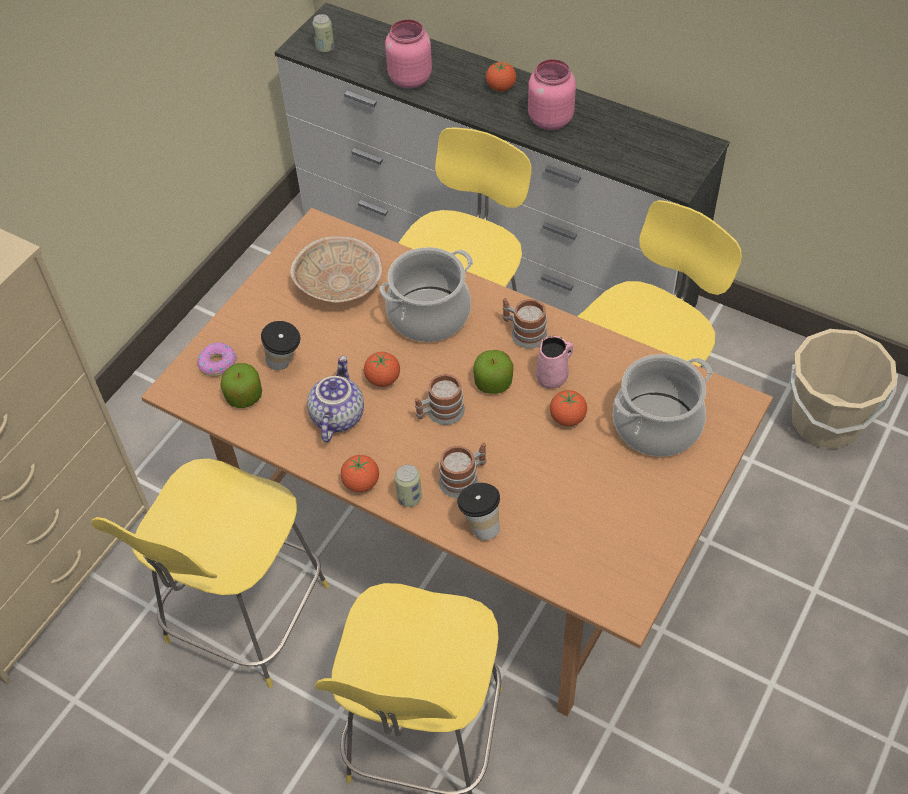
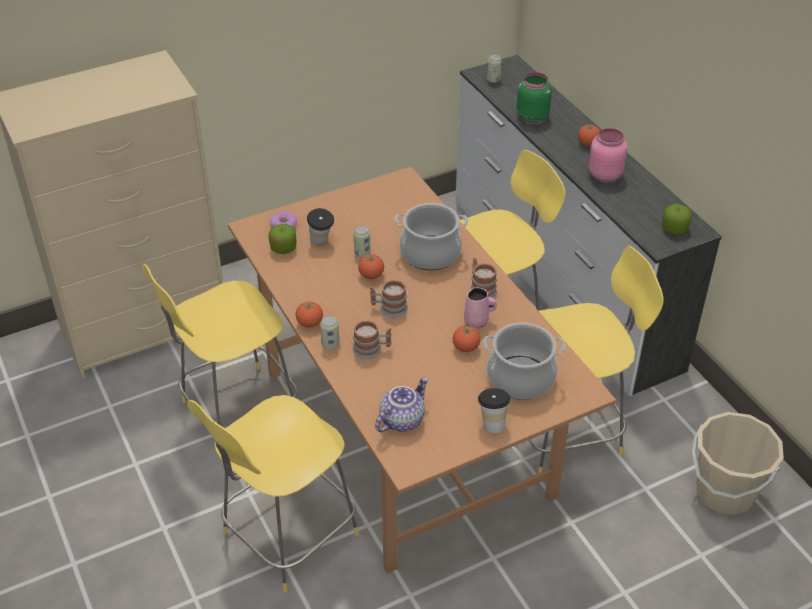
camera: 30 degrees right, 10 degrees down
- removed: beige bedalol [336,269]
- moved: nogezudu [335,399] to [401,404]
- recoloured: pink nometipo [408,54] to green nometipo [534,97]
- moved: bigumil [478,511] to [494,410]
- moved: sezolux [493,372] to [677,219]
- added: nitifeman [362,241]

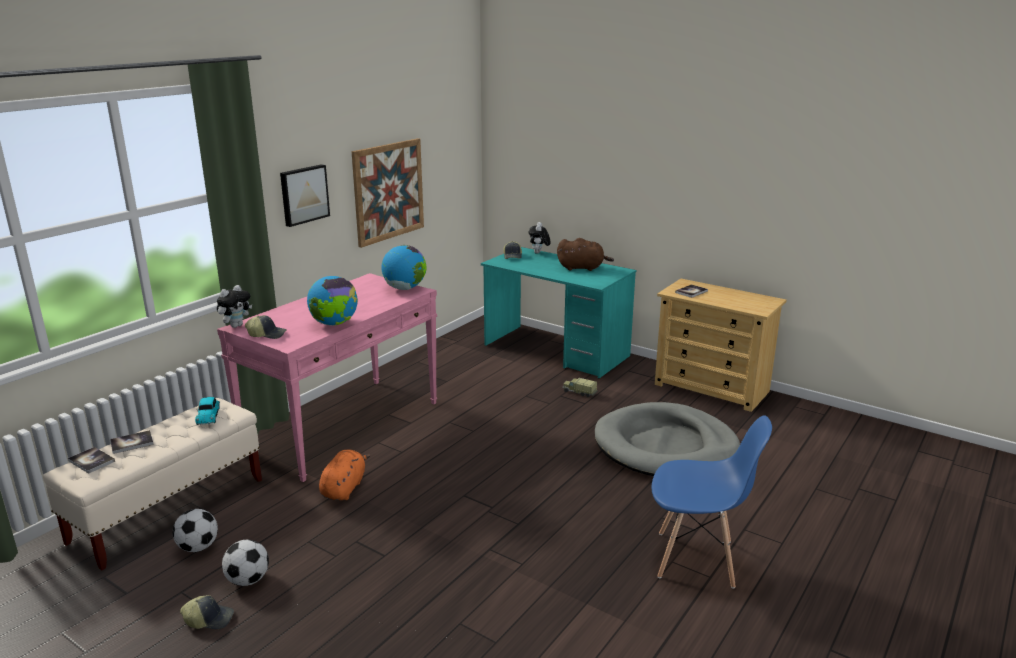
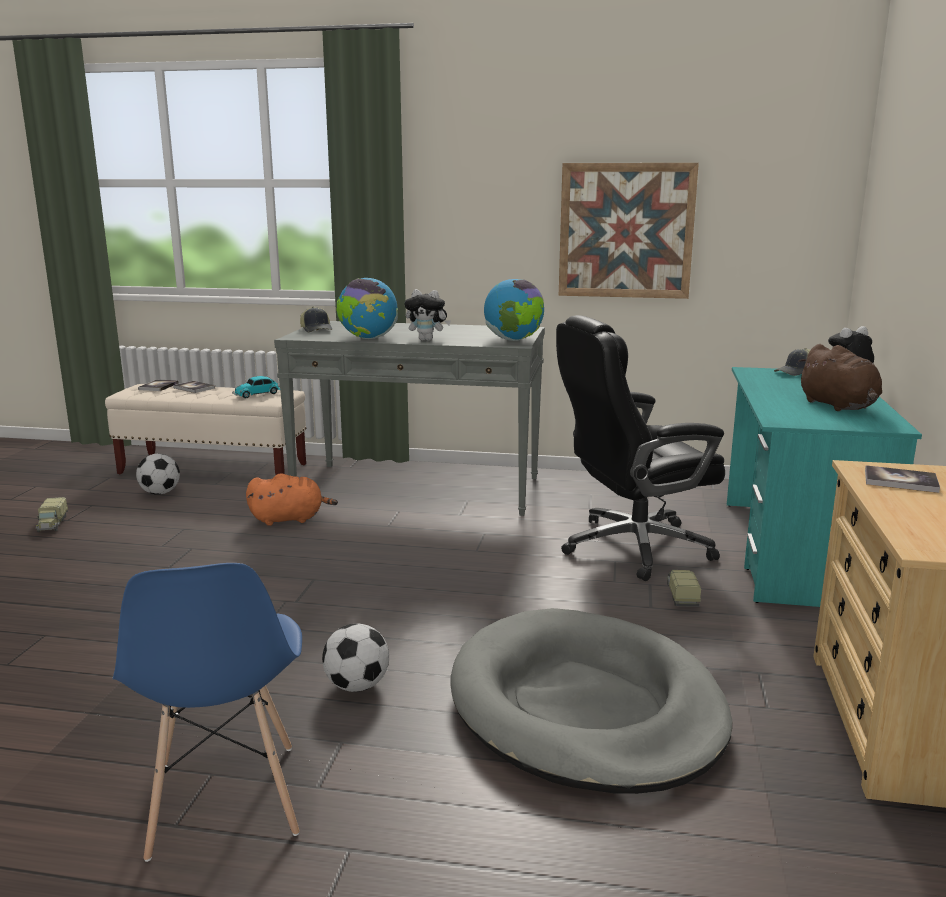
camera: 65 degrees right, 5 degrees down
- replaced: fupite [207,612] to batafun [52,514]
- recoloured: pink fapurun [327,377] to grey fapurun [409,418]
- moved: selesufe [234,306] to [427,315]
- moved: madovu [245,562] to [355,657]
- removed: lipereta [305,195]
- added: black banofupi [640,448]

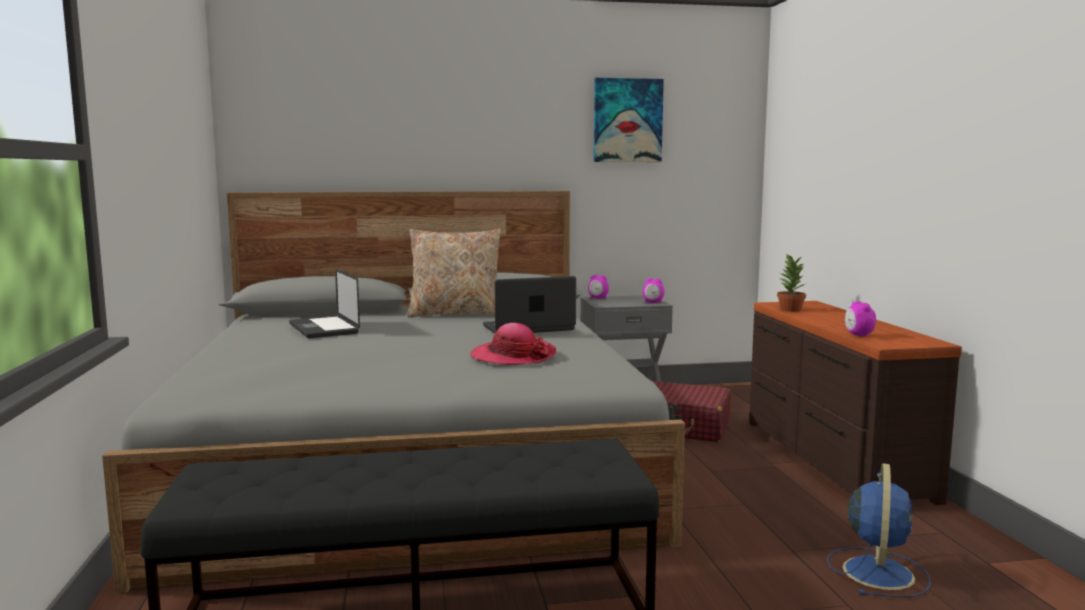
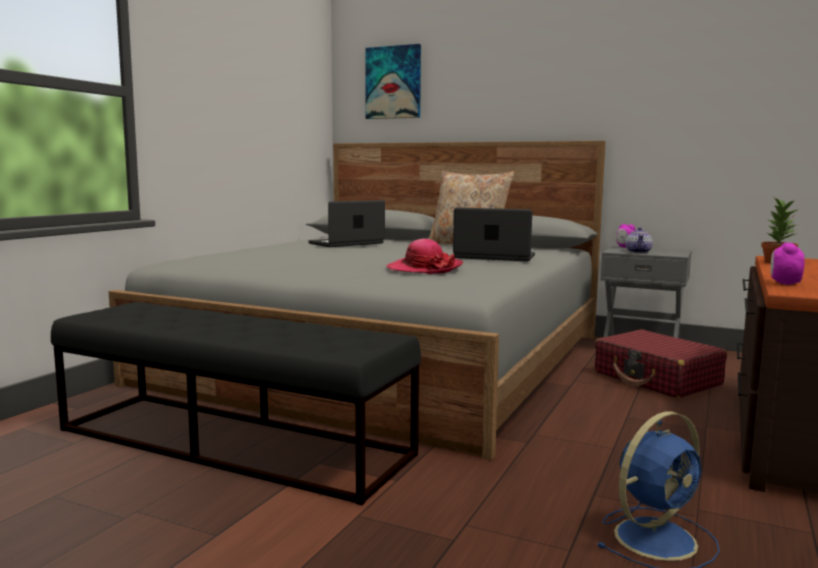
camera: 35 degrees right, 0 degrees up
- turned: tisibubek [324,303] = [346,223] 45 degrees clockwise
- moved: lipereta [629,120] to [393,81]
- removed: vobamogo [653,290]
- added: nogezudu [639,240]

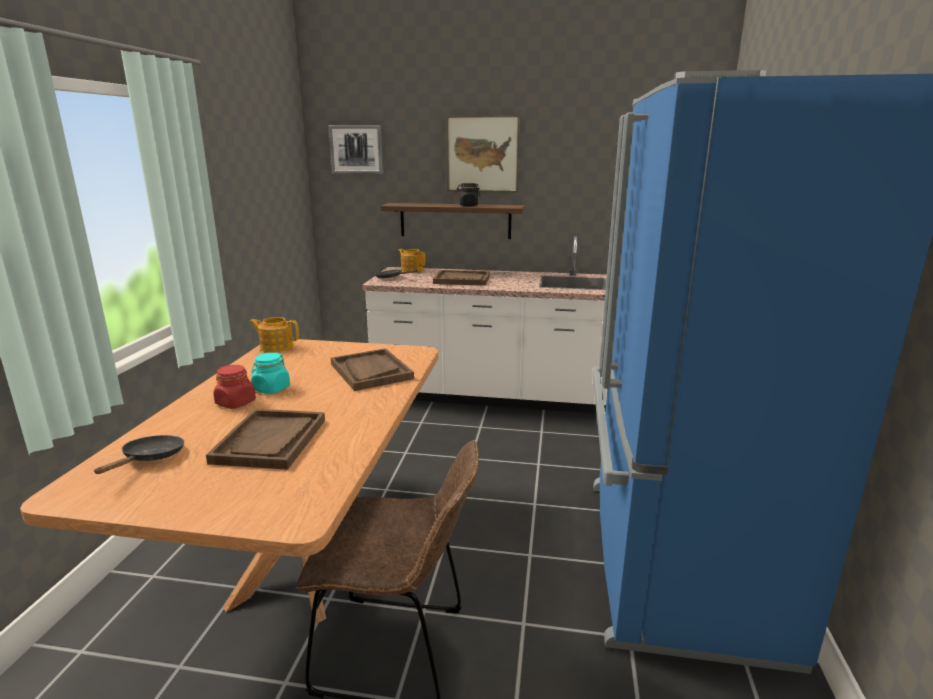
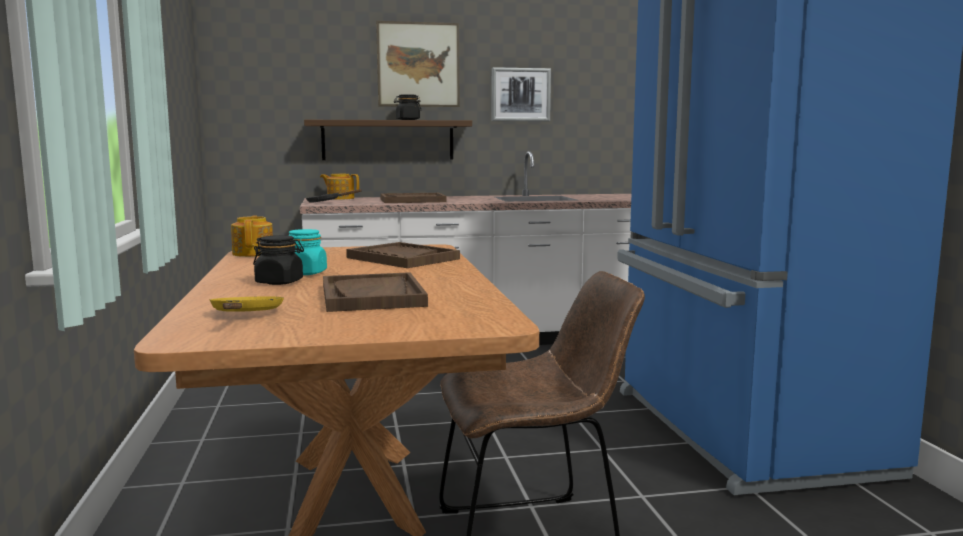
camera: 20 degrees left, 10 degrees down
- recoloured: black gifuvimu [139,454] to yellow gifuvimu [246,304]
- recoloured: red nometipo [234,387] to black nometipo [278,260]
- turned: nogezudu [274,335] = [252,236] 90 degrees clockwise
- moved: lipereta [355,149] to [521,94]

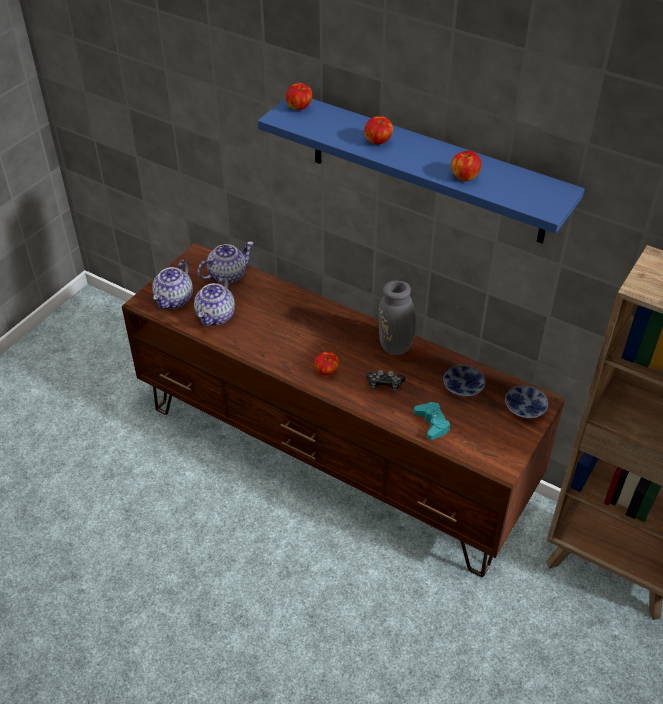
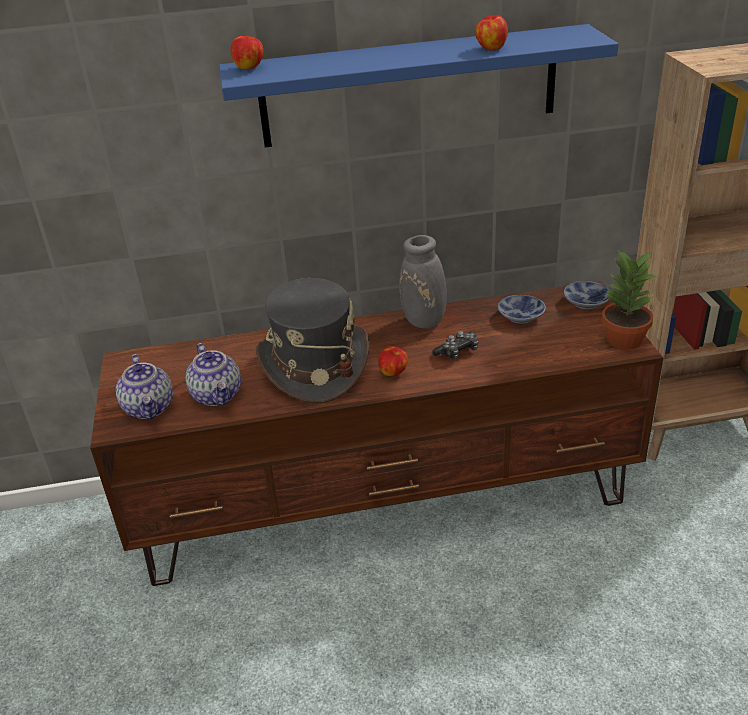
camera: 40 degrees left, 10 degrees down
- removed: nogezudu [225,263]
- removed: sezolux [378,130]
- removed: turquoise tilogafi [432,421]
- added: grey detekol [312,340]
- added: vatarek [629,300]

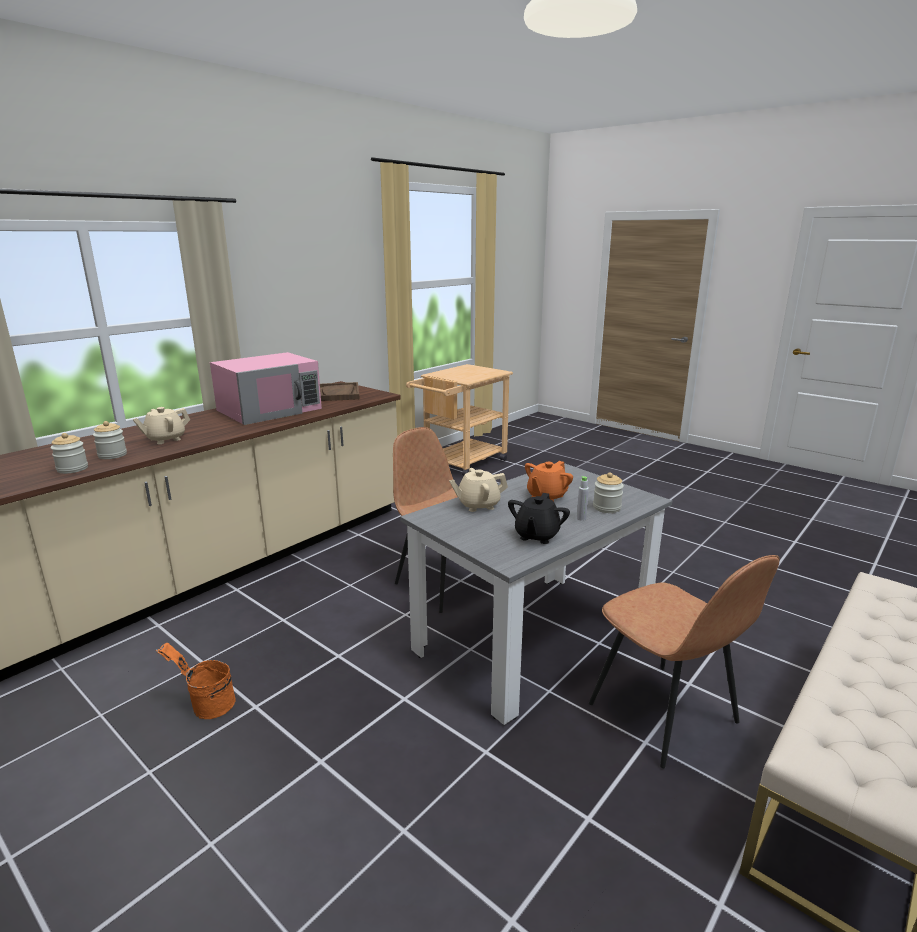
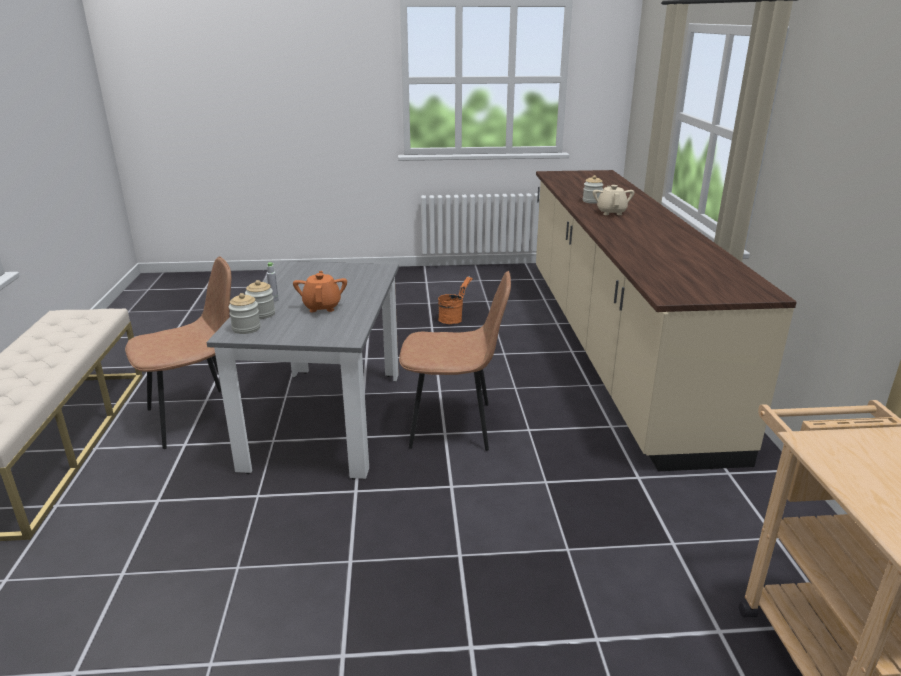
camera: 135 degrees right, 5 degrees up
- moved: nometipo [69,453] to [245,313]
- removed: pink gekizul [266,388]
- removed: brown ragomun [340,391]
- removed: beige nogezudu [478,490]
- removed: black nogezudu [539,518]
- turned: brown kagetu [684,661] = [178,352] 135 degrees clockwise

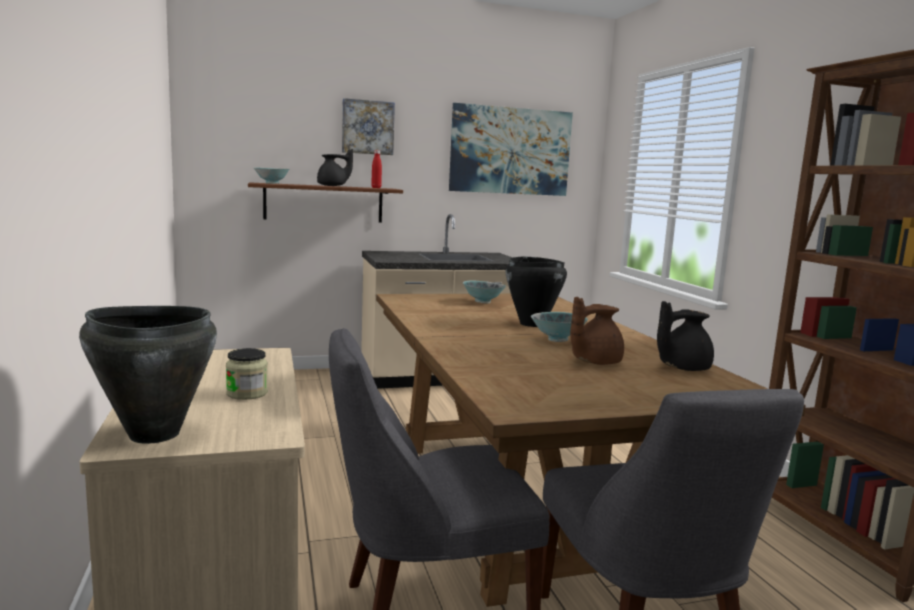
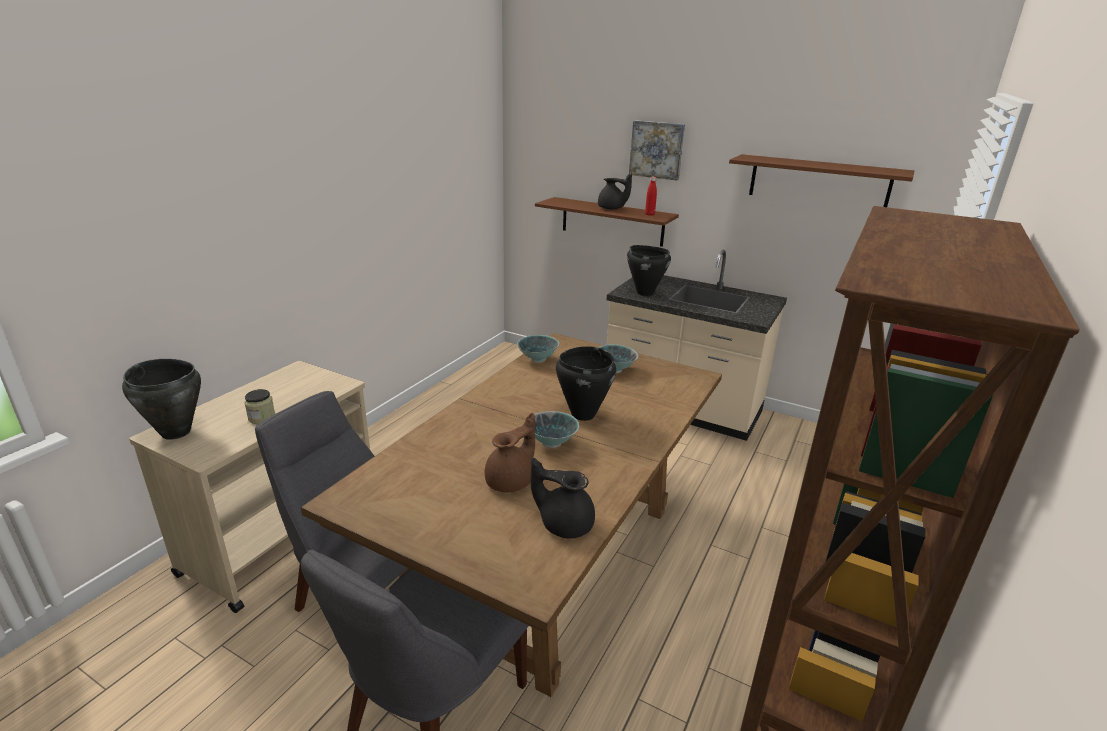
camera: 45 degrees right, 15 degrees up
- moved: bedalol [271,175] to [538,349]
- replaced: lipereta [511,149] to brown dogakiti [822,180]
- turned: brown nogezudu [597,331] = [510,452] 120 degrees clockwise
- added: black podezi [649,270]

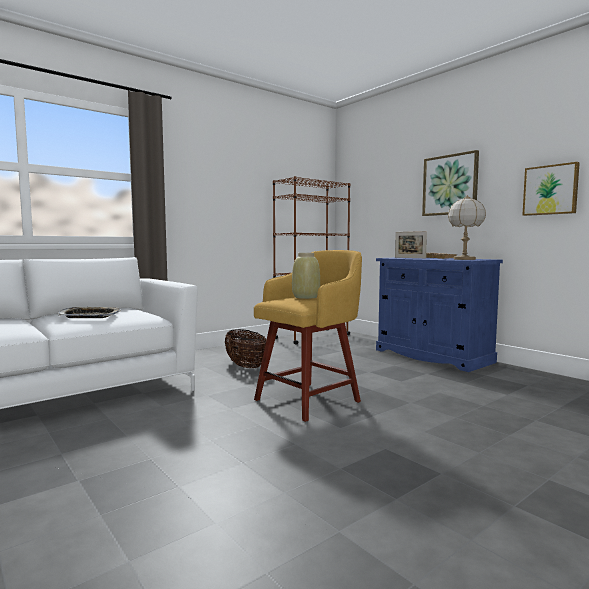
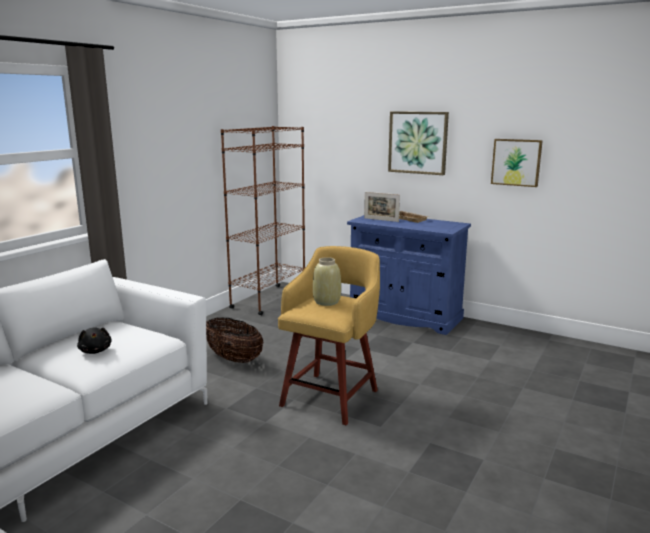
camera: 20 degrees left, 10 degrees up
- replaced: ragomun [89,312] to black selesufe [94,340]
- removed: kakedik [467,227]

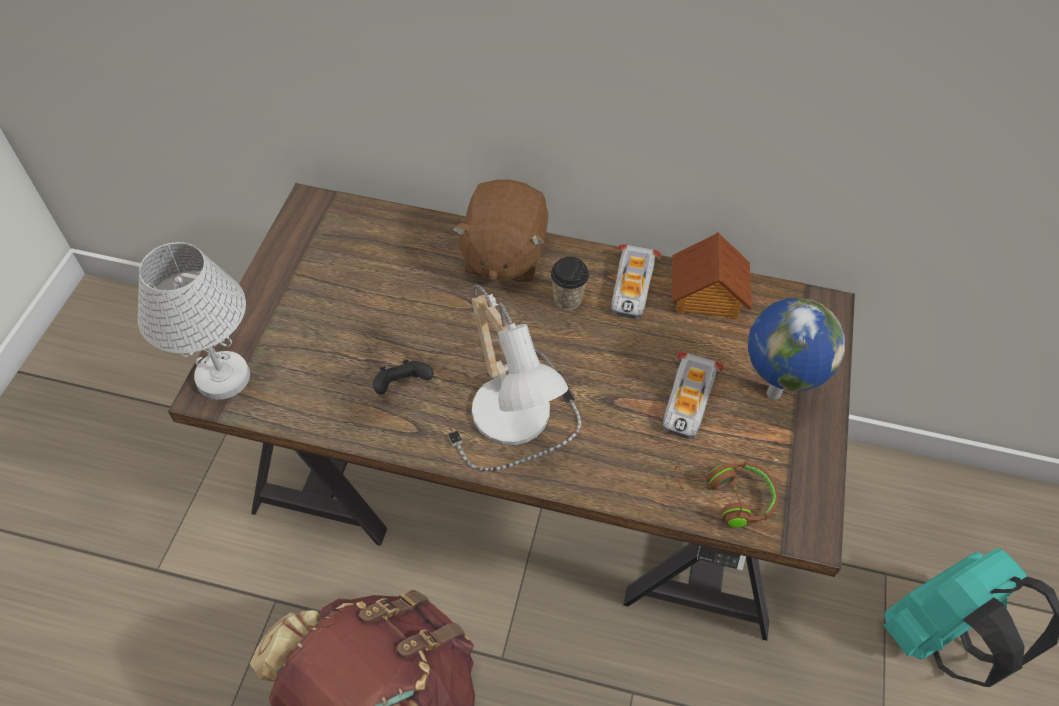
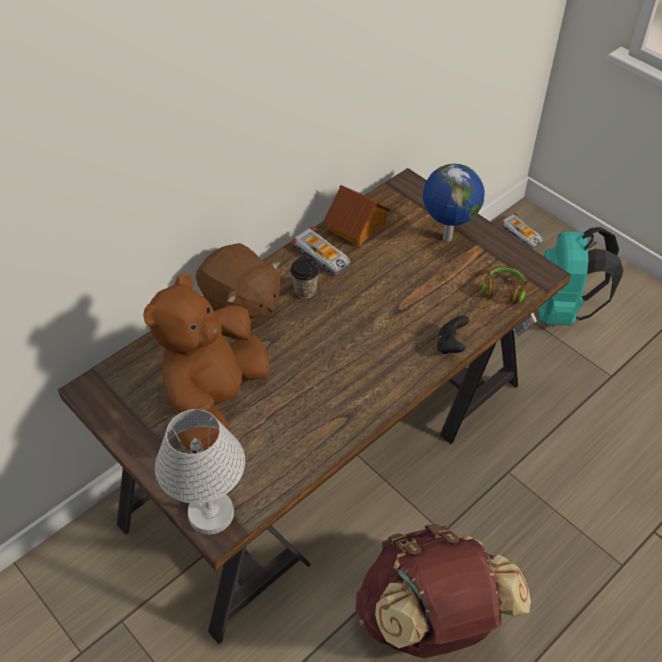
camera: 55 degrees left, 5 degrees down
- moved: black tilogafi [403,377] to [453,335]
- removed: kakedik [514,377]
- moved: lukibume [693,395] to [522,231]
- added: brown selesufe [206,361]

